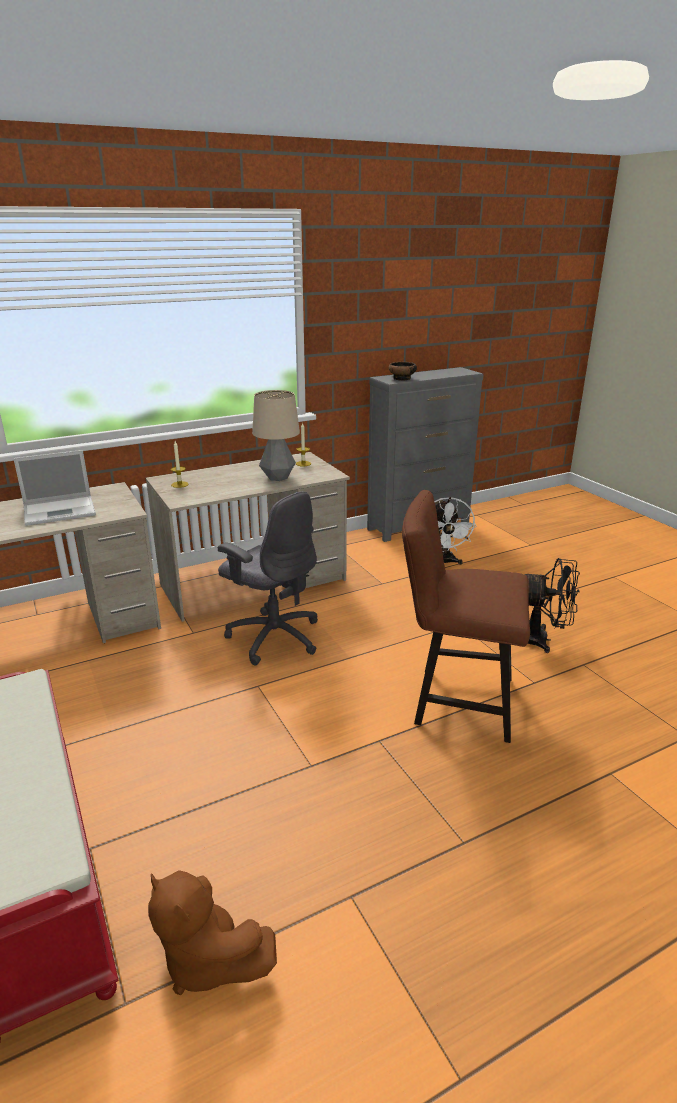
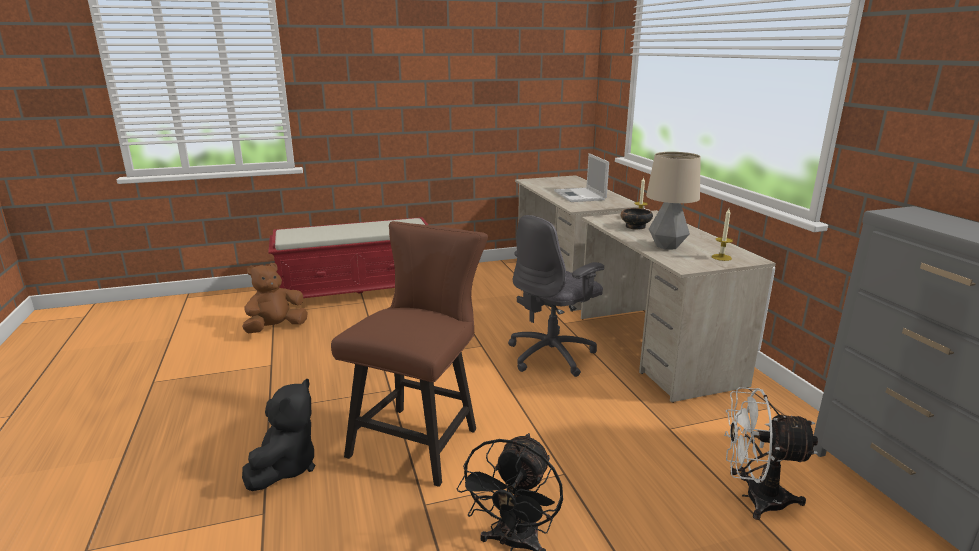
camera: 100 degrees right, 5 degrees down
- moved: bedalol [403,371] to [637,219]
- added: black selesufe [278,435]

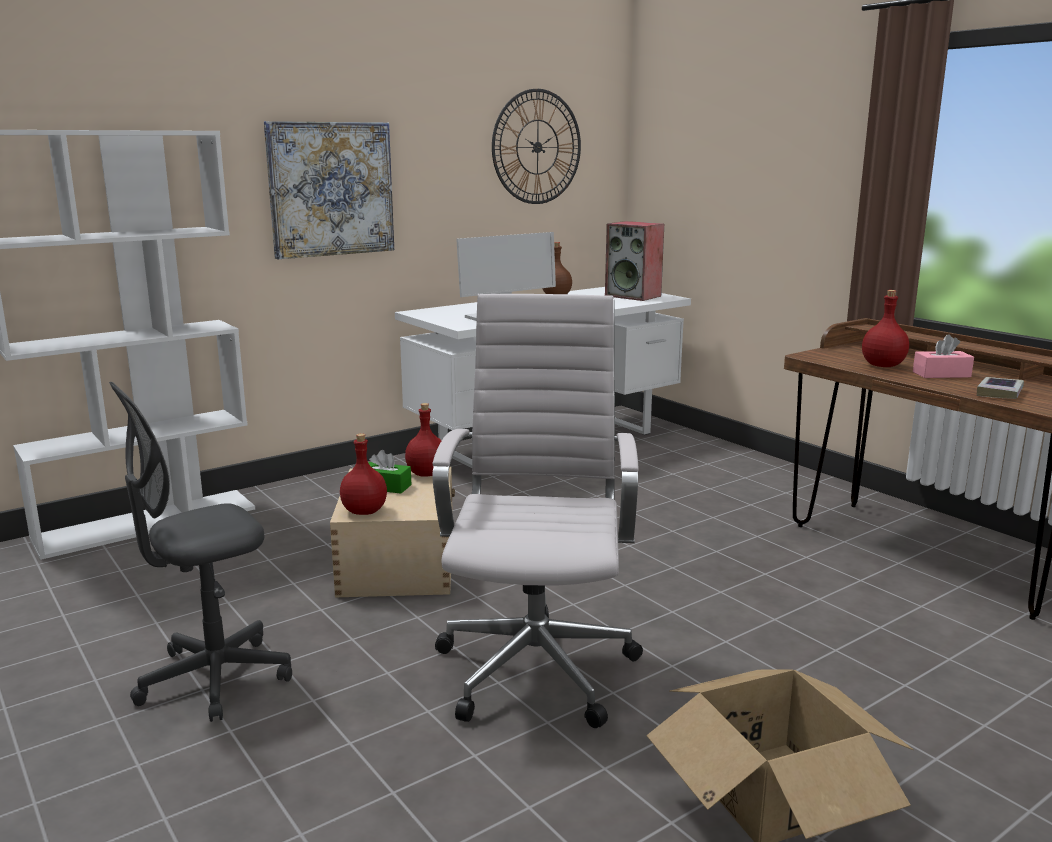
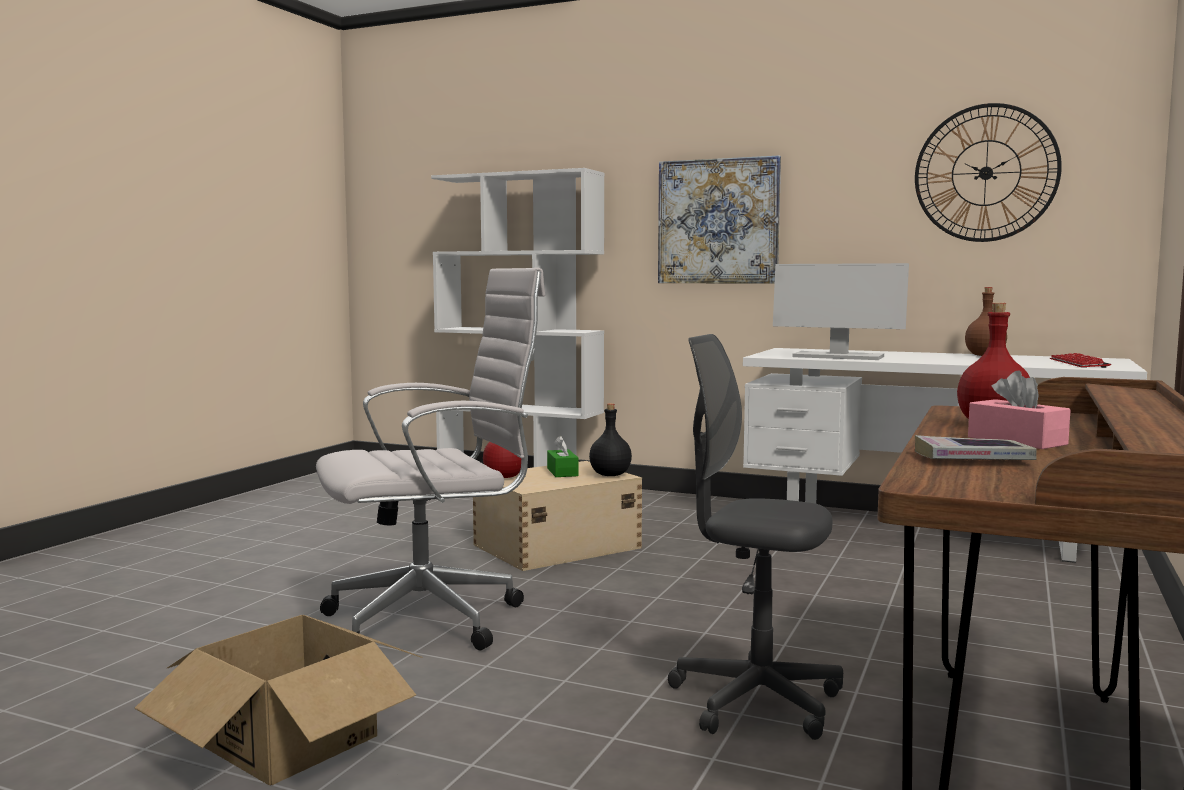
camera: 60 degrees right, 10 degrees down
- moved: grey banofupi [200,552] to [755,537]
- recoloured: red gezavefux [423,440] to black gezavefux [610,439]
- replaced: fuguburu [634,261] to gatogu [1080,360]

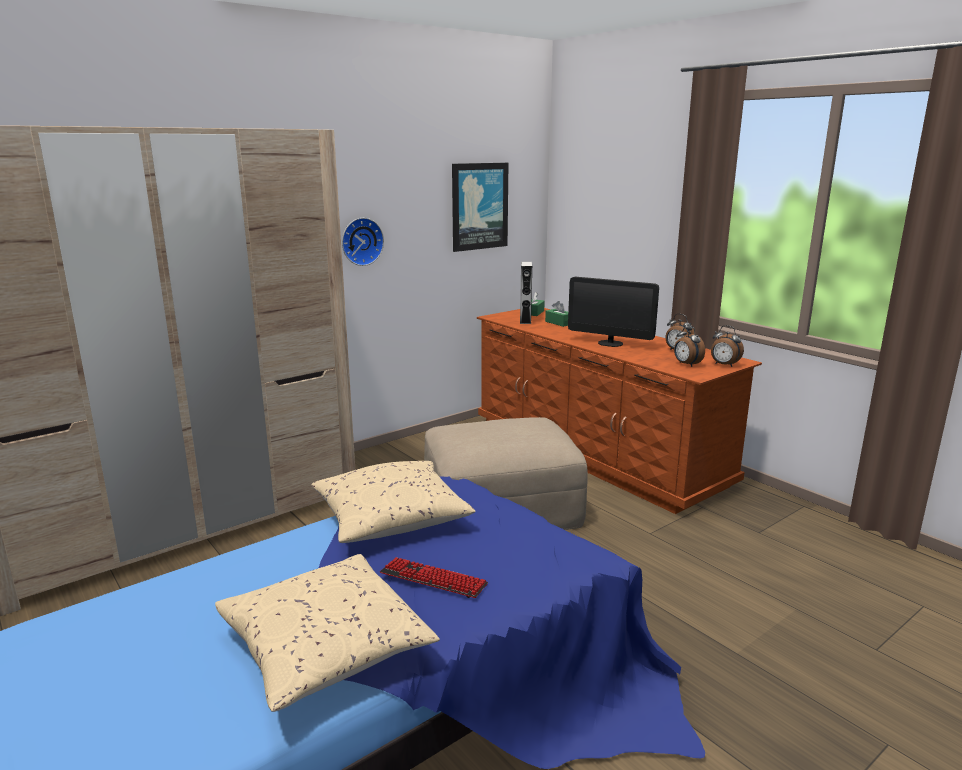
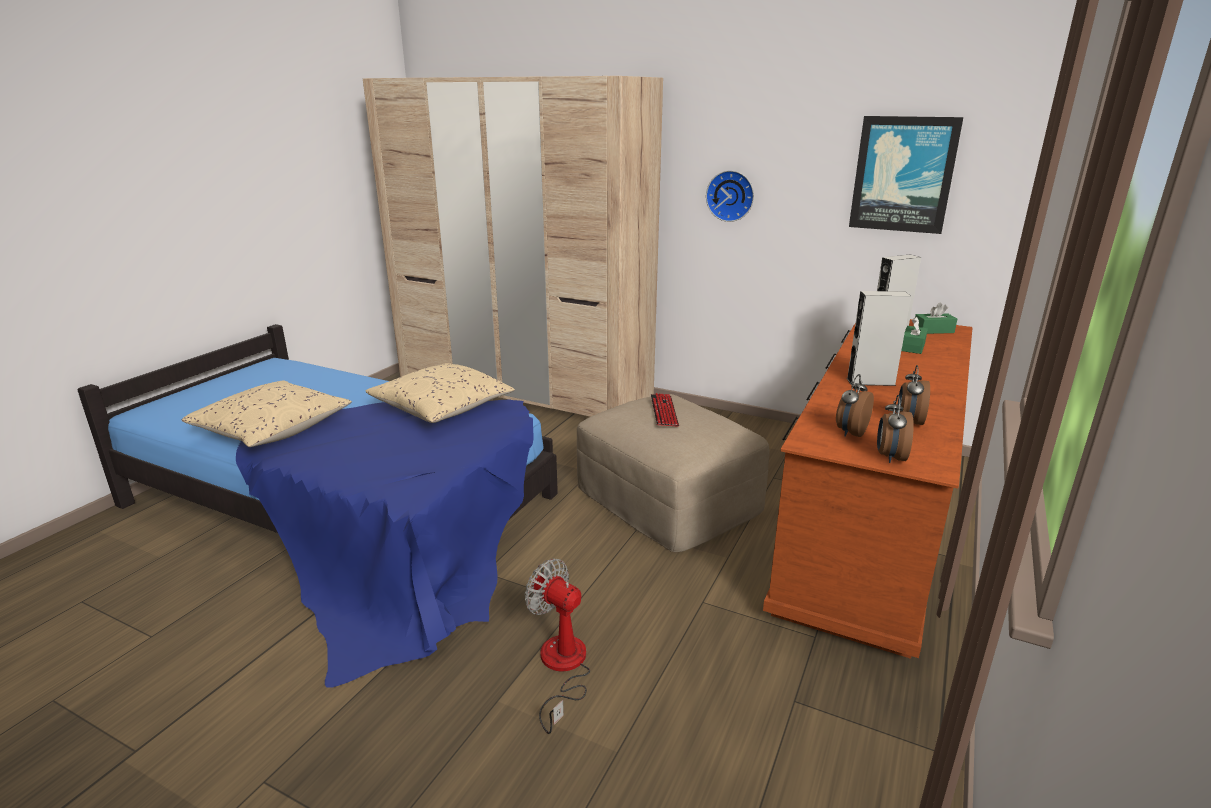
camera: 65 degrees right, 5 degrees up
- moved: gatogu [434,577] to [665,410]
- replaced: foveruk [613,312] to grey fuguburu [878,338]
- added: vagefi [557,646]

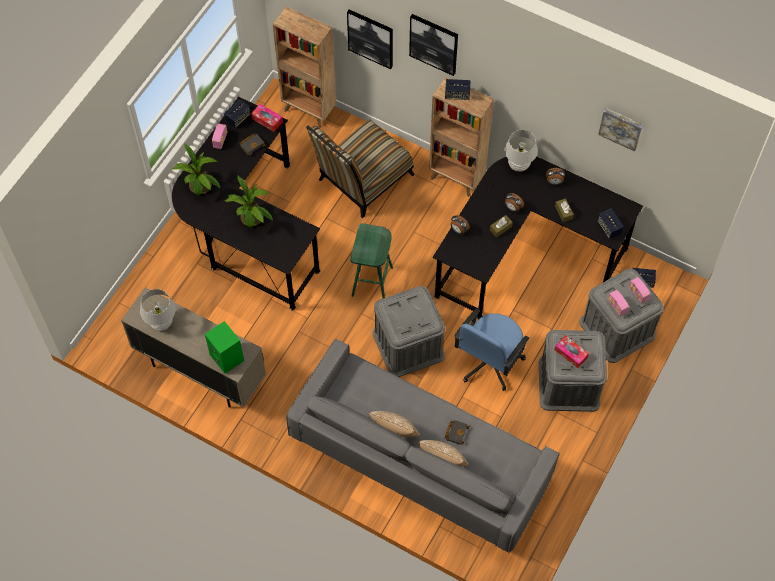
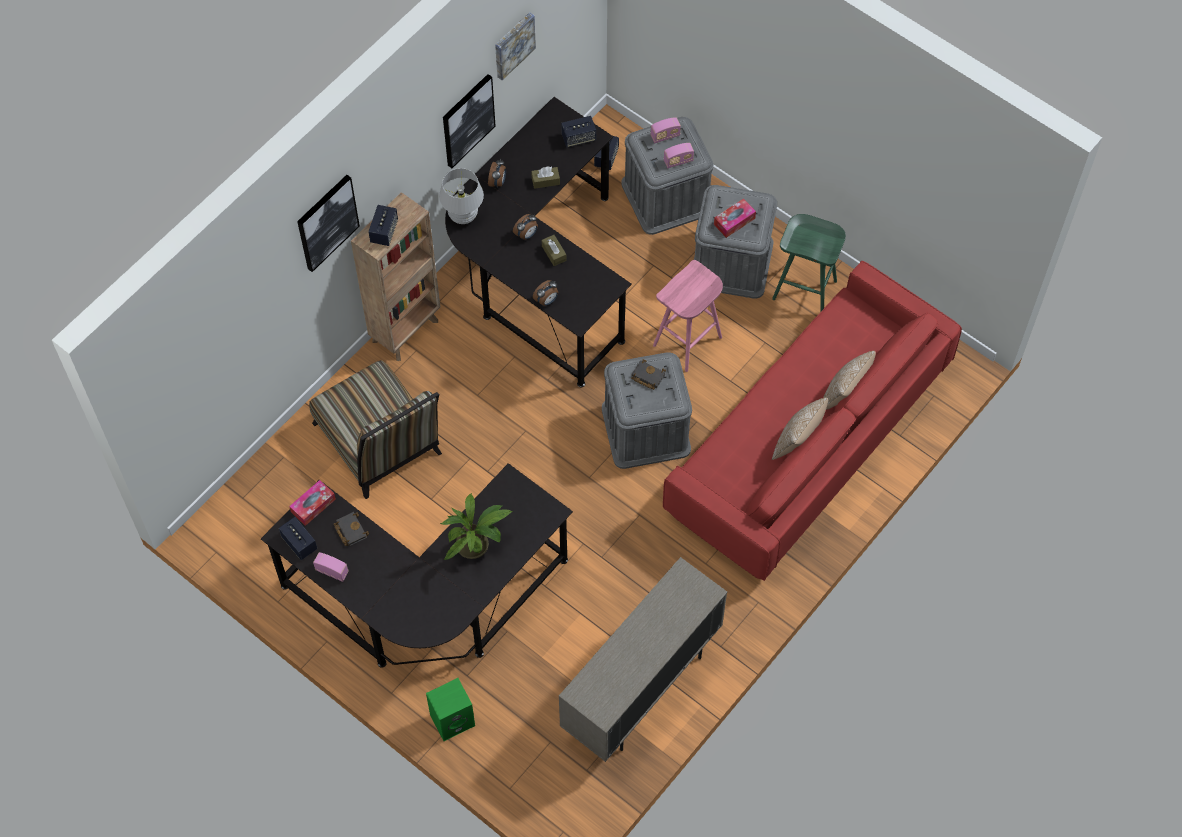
camera: 80 degrees left, 0 degrees up
- removed: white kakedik [158,310]
- removed: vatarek [196,170]
- moved: green fuguburu [224,347] to [450,709]
- removed: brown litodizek [304,67]
- recoloured: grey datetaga [422,446] to red datetaga [812,421]
- moved: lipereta [370,39] to [469,121]
- moved: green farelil [371,260] to [809,262]
- moved: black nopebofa [457,432] to [648,374]
- replaced: blue banofupi [492,349] to pink farelil [688,316]

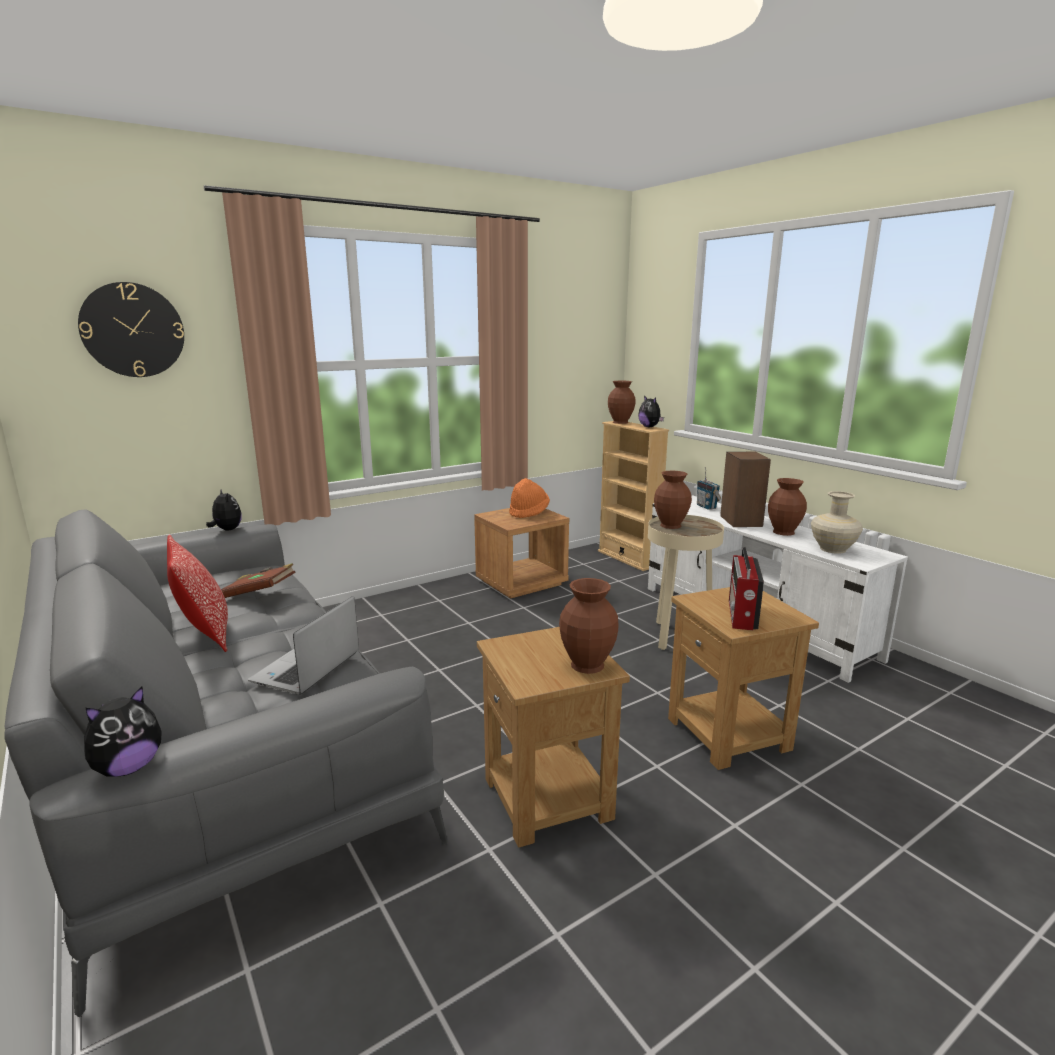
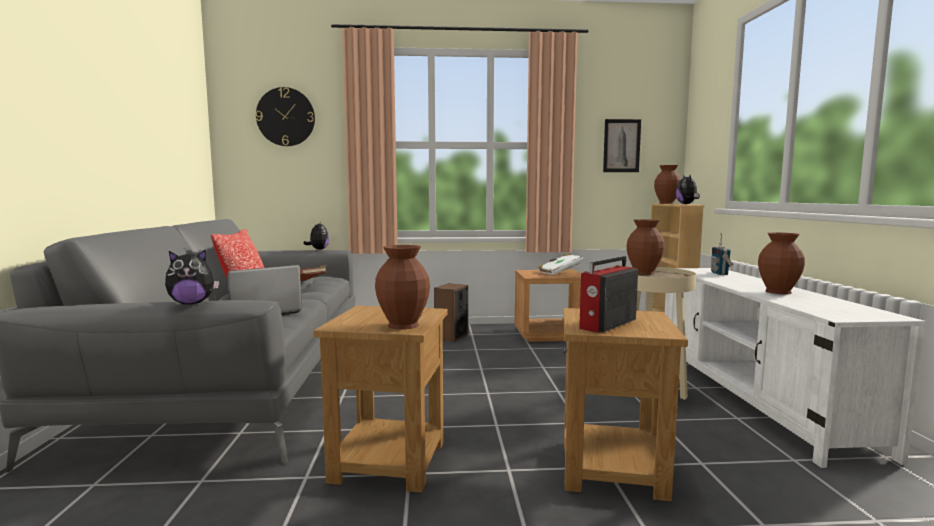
camera: 30 degrees right, 10 degrees down
- moved: selesufe [123,731] to [192,277]
- replaced: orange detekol [529,498] to white nopebofa [561,264]
- moved: fuguburu [745,489] to [451,312]
- removed: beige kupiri [837,522]
- added: lipereta [622,145]

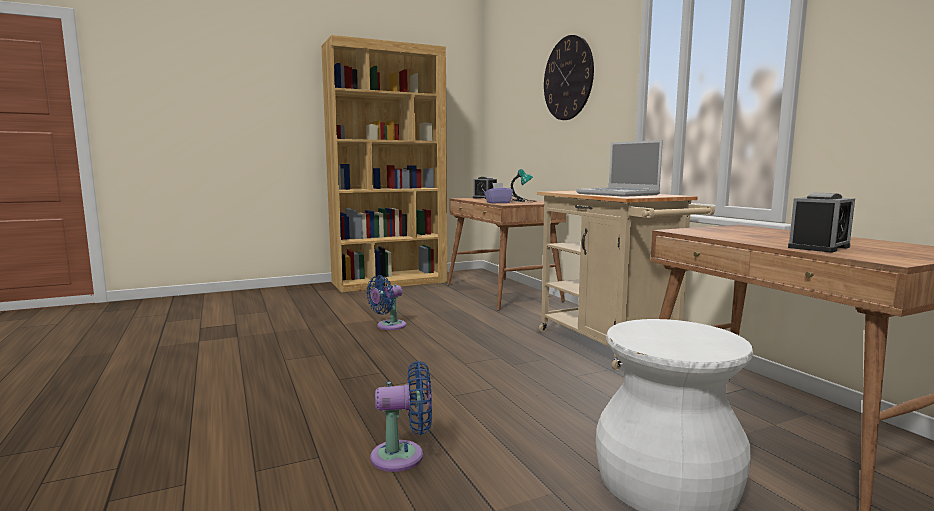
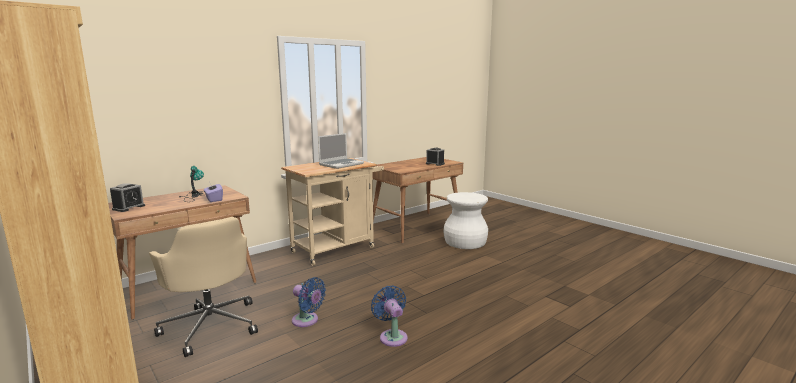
camera: 105 degrees left, 5 degrees up
- moved: blue vagefi [401,416] to [389,316]
- removed: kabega [569,77]
- added: beige banofupi [203,287]

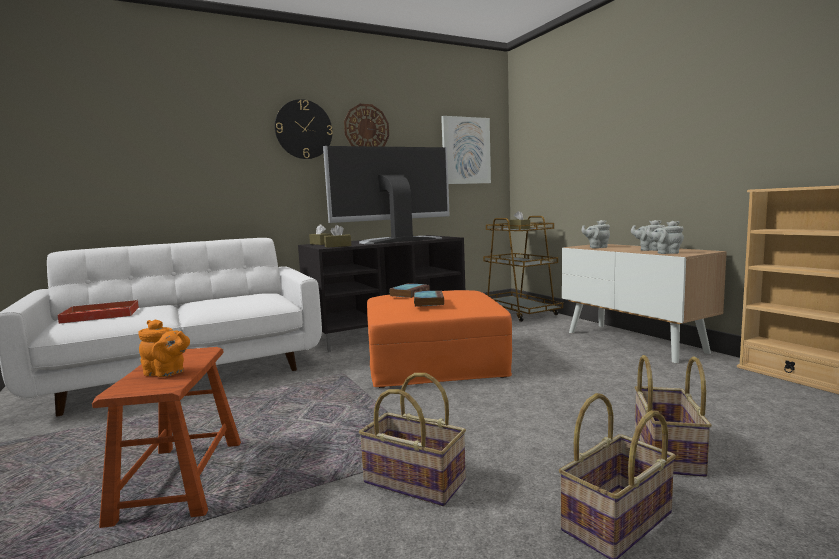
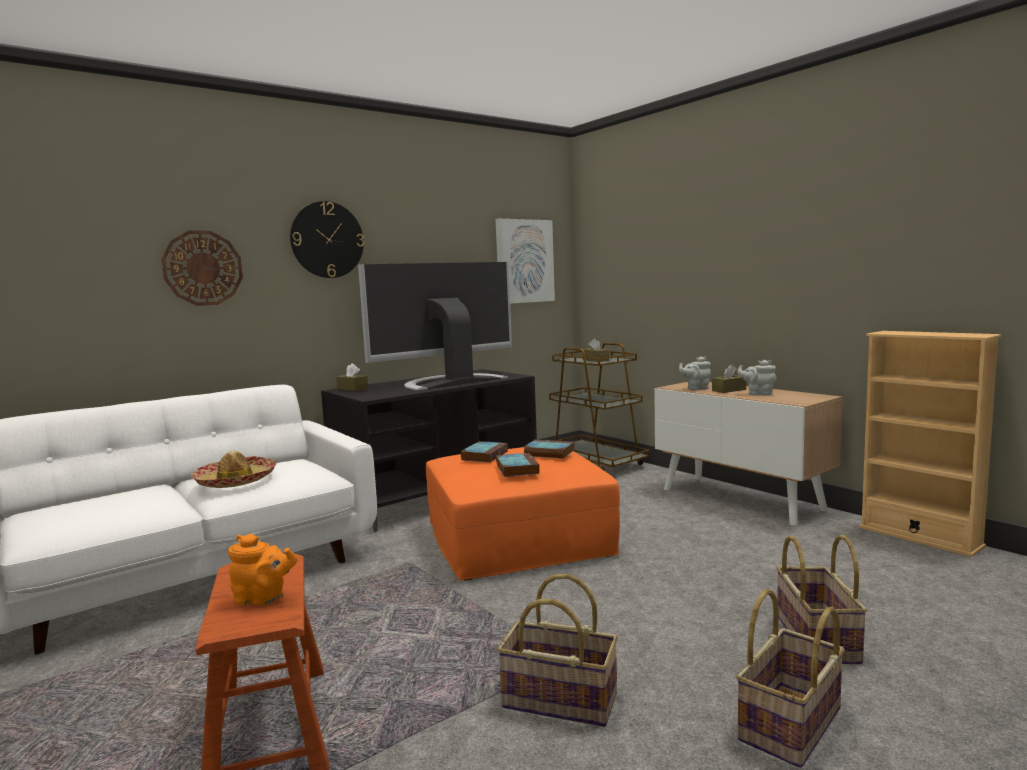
camera: 10 degrees left, 0 degrees up
- removed: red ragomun [98,312]
- moved: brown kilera [337,236] to [729,379]
- moved: kabega [366,125] to [202,268]
- removed: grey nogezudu [665,237]
- added: detekol [233,469]
- added: nopebofa [549,449]

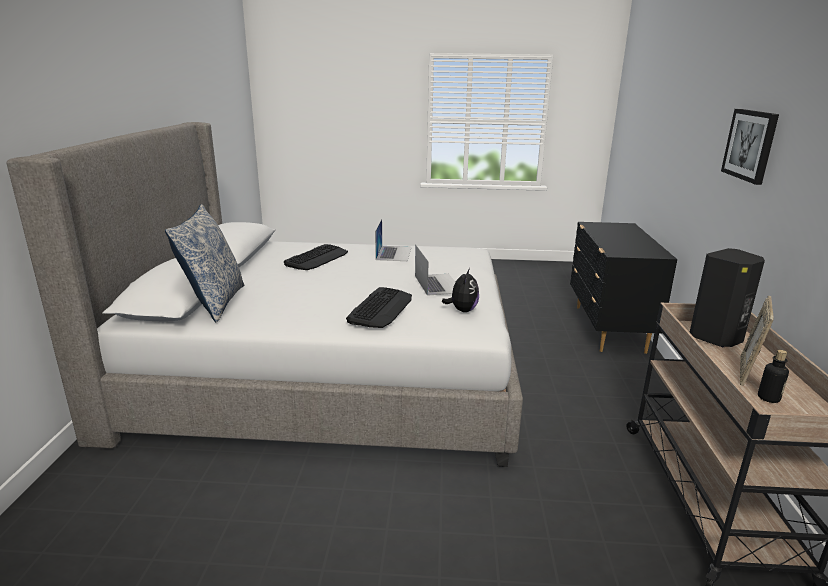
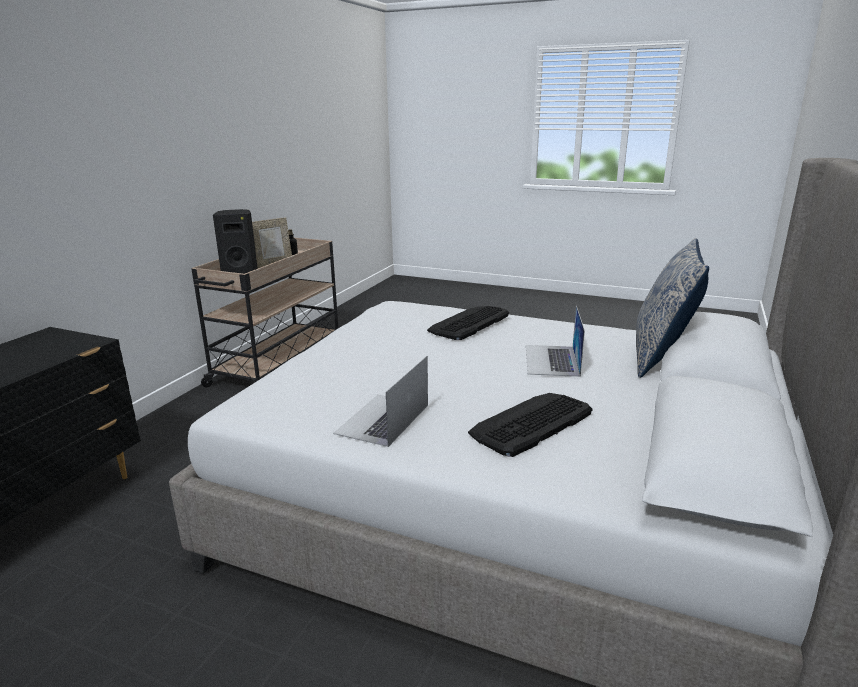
camera: 160 degrees left, 0 degrees up
- moved: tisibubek [435,270] to [555,341]
- removed: selesufe [460,290]
- removed: lipereta [750,147]

